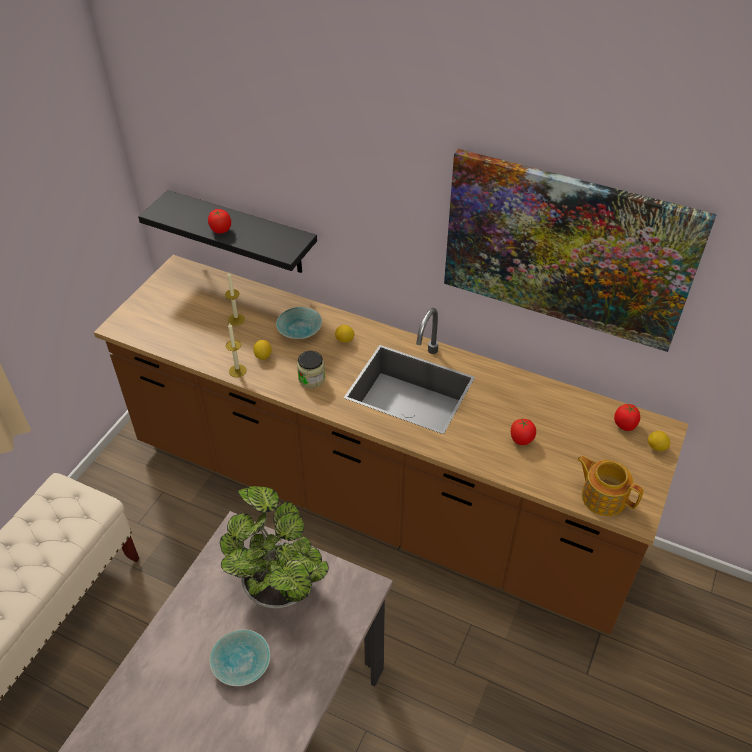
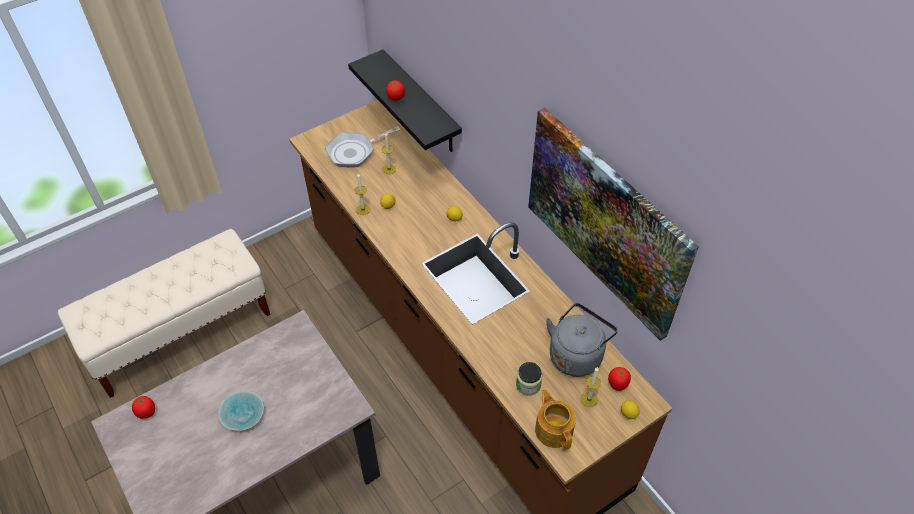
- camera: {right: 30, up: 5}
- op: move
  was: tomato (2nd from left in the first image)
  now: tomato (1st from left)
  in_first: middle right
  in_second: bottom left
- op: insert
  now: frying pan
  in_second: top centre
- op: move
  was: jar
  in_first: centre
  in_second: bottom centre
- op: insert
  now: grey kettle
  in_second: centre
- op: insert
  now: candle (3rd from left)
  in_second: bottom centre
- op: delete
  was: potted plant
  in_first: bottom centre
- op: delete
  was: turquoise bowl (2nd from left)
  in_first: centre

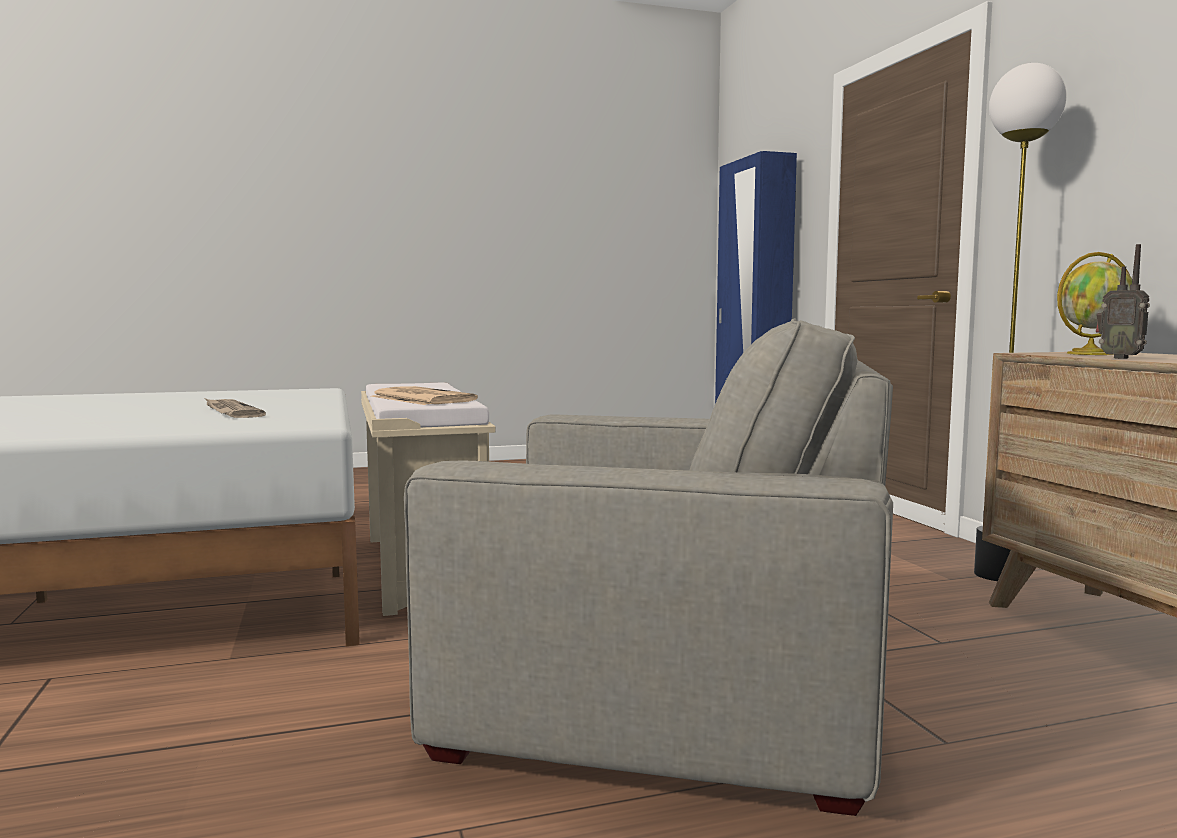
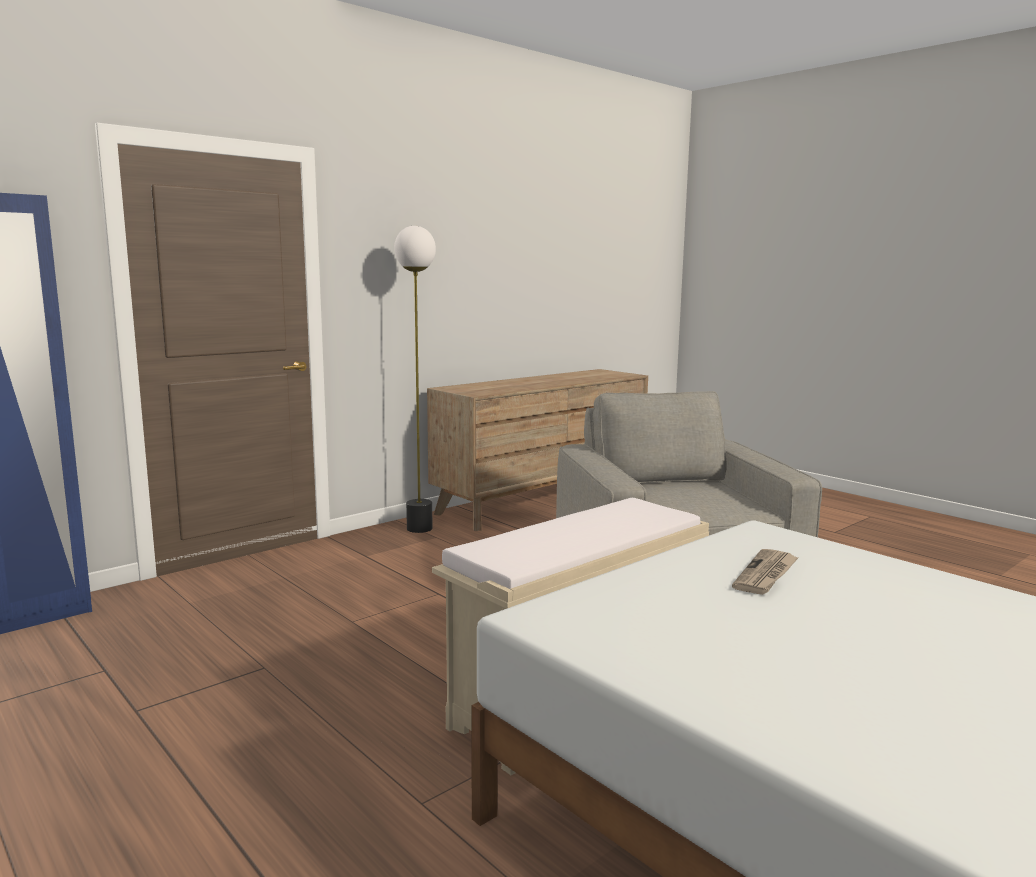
- camera: {right: -115, up: 5}
- op: delete
  was: newspaper (2nd from left)
  in_first: centre
- op: delete
  was: globe
  in_first: middle right
- op: delete
  was: radio
  in_first: middle right

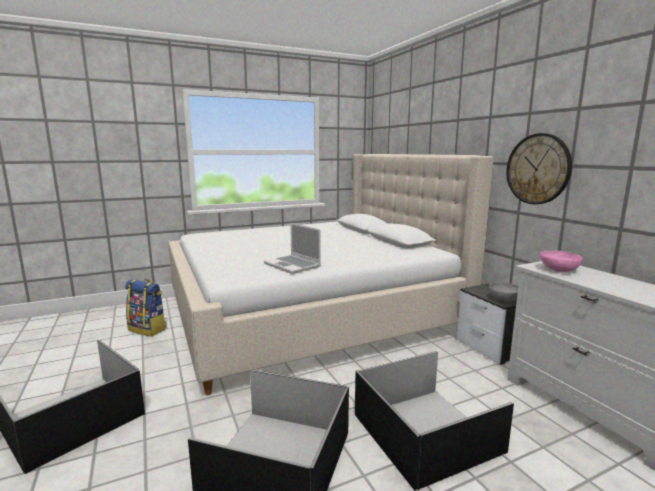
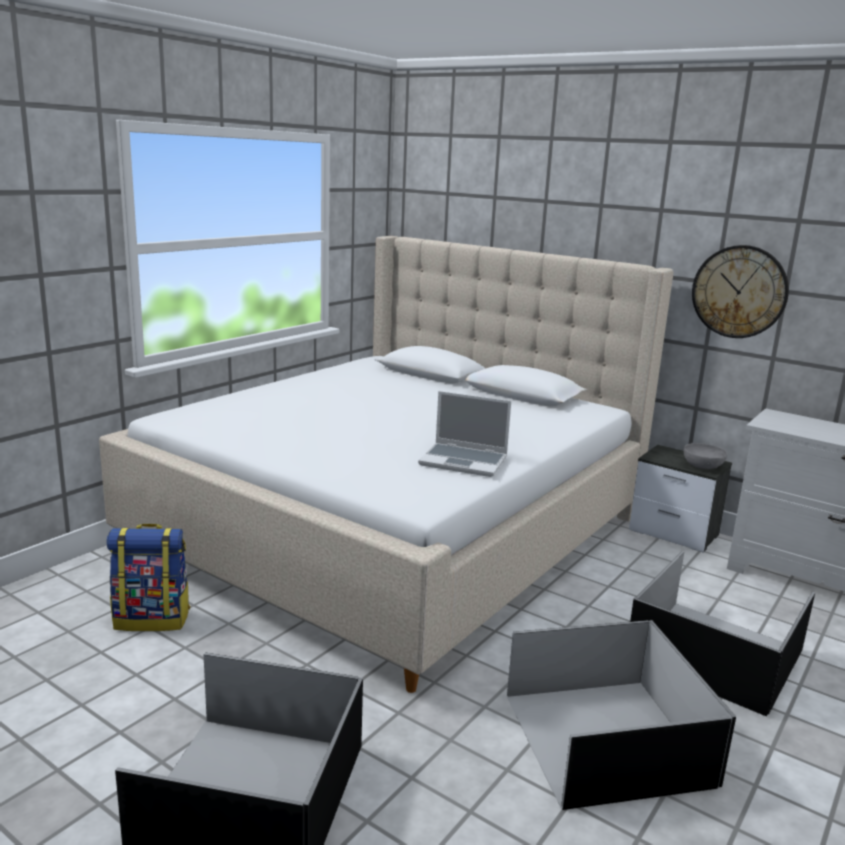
- camera: {right: -30, up: 5}
- op: delete
  was: pink bowl
  in_first: middle right

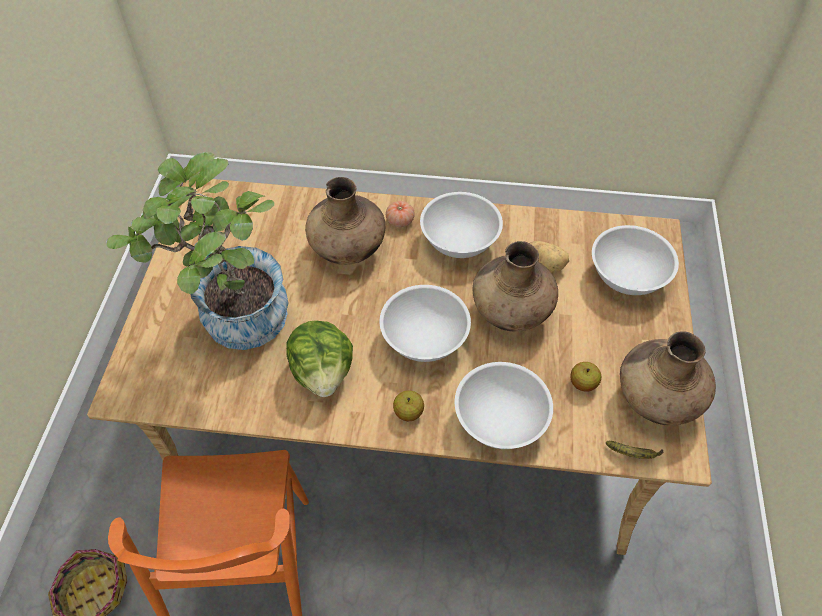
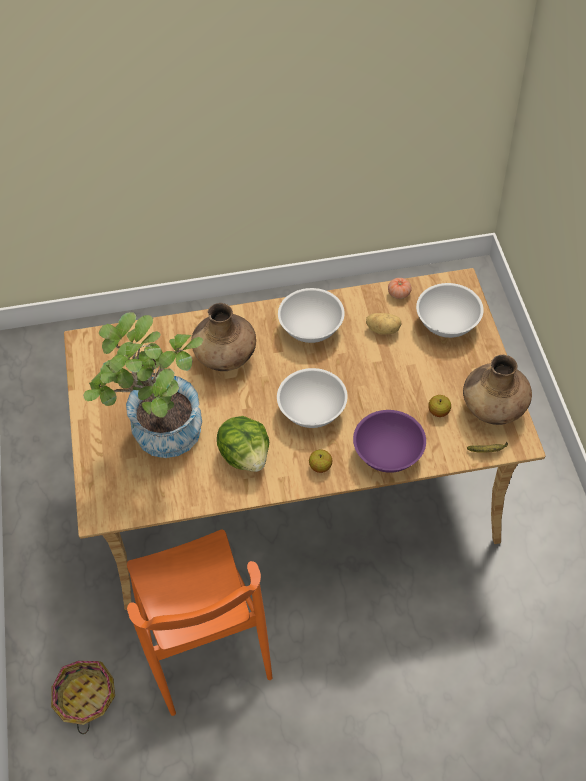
- camera: {right: -15, up: 0}
- op: recolor
  was: white bowl (3rd from left)
  now: purple bowl
  in_first: centre
  in_second: centre
- op: move
  was: tomato
  in_first: centre
  in_second: middle right
- op: delete
  was: brown vase (2nd from left)
  in_first: centre

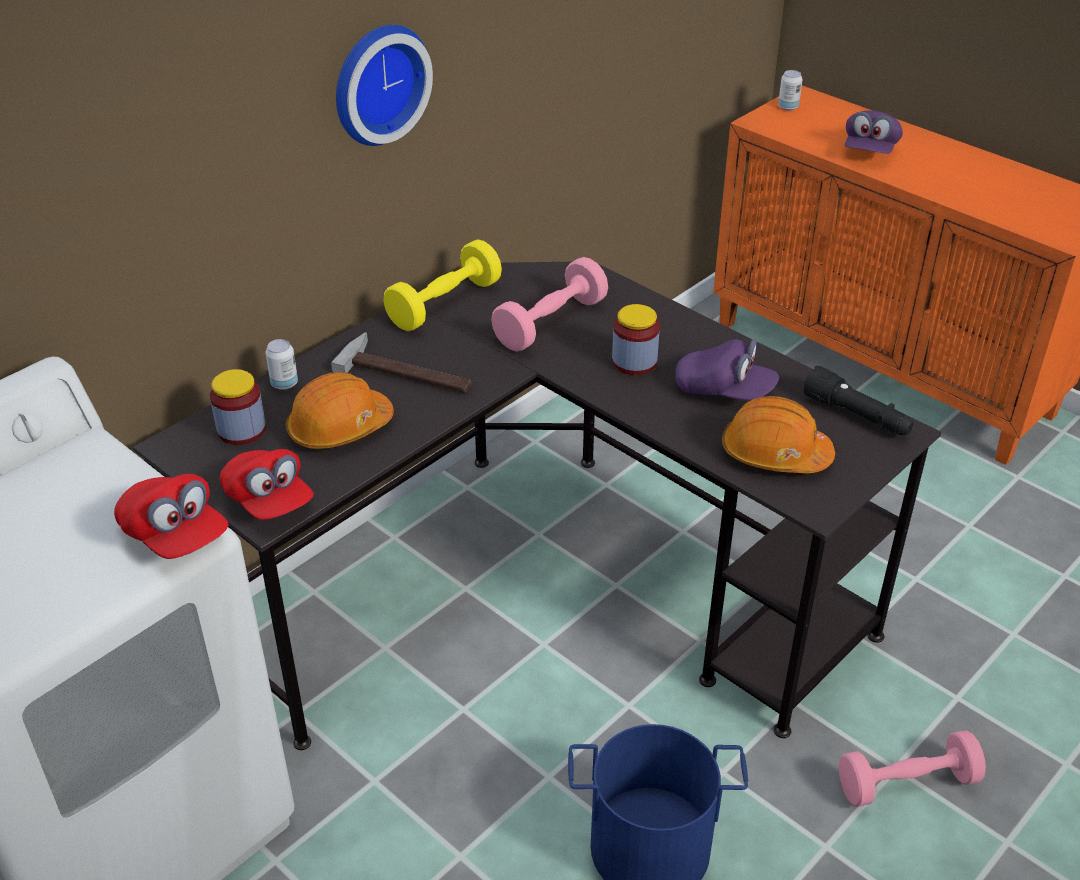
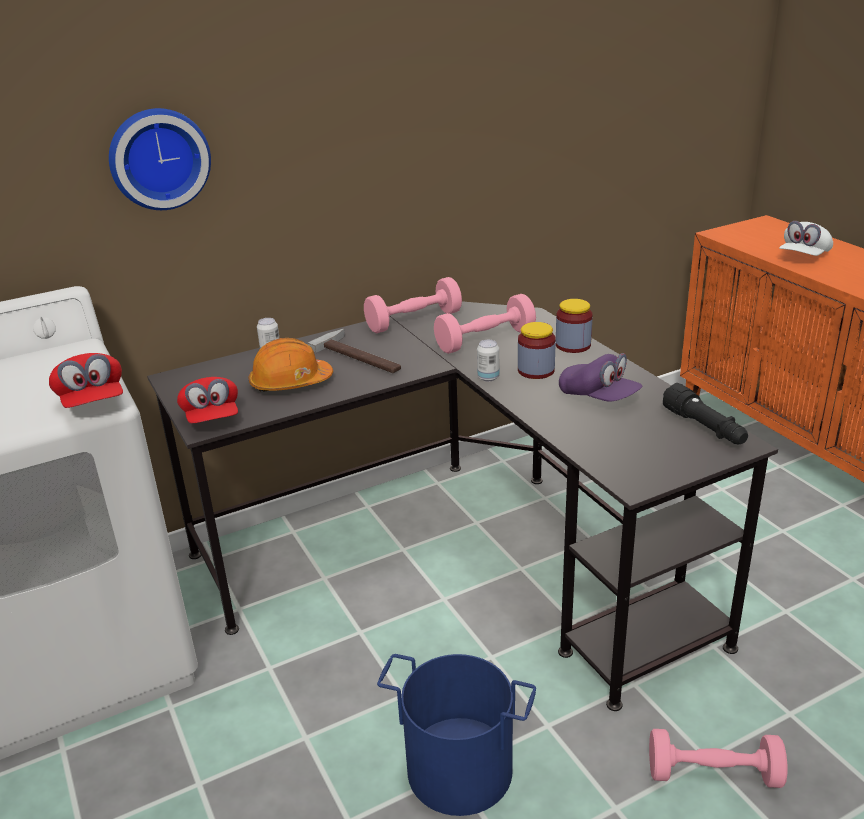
- camera: {right: 20, up: -10}
- op: move
  was: wall clock
  in_first: top centre
  in_second: top left
- op: recolor
  was: yellow dumbbell
  now: pink dumbbell (1st from left)
  in_first: top centre
  in_second: centre
- op: move
  was: can (2nd from left)
  in_first: top right
  in_second: centre
- op: move
  was: jar (1st from left in the first image)
  now: jar (2nd from left)
  in_first: middle left
  in_second: centre
- op: recolor
  was: purple cap (2nd from left)
  now: white cap
  in_first: top right
  in_second: top right
- op: delete
  was: orange hard hat (2nd from left)
  in_first: middle right

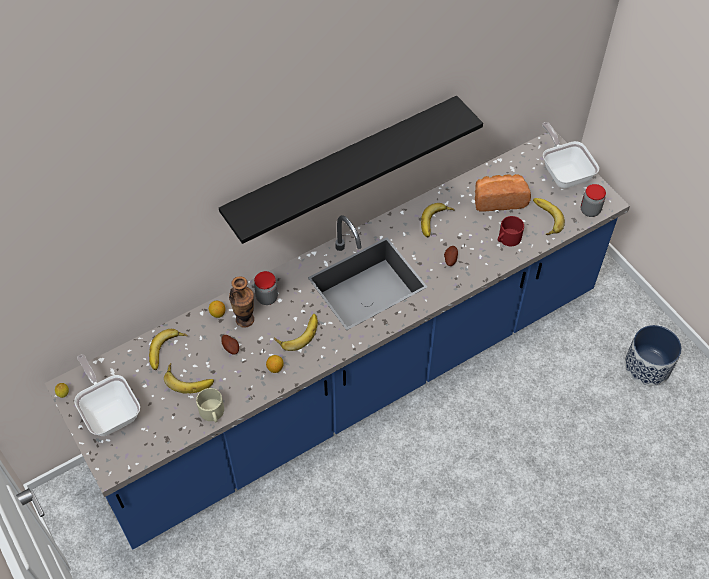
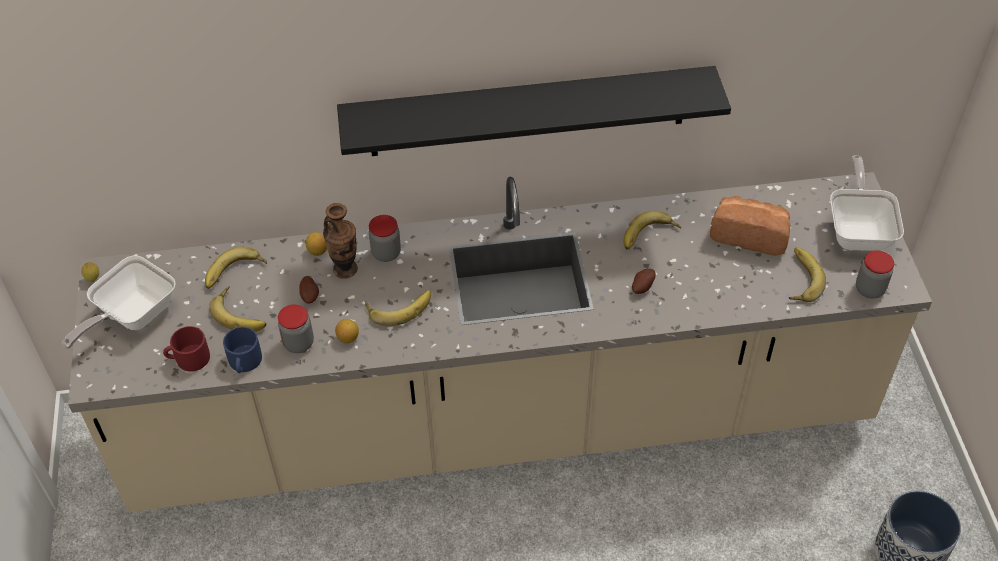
- camera: {right: 25, up: -5}
- op: rotate
  was: frying pan (1st from left)
  in_first: bottom left
  in_second: middle left
  clockwise: -135
- op: recolor
  was: blue counter
  now: beige counter
  in_first: centre
  in_second: centre
- op: move
  was: red mug
  in_first: middle right
  in_second: middle left
- op: recolor
  was: beige mug
  now: blue mug
  in_first: bottom left
  in_second: middle left
- op: insert
  now: jar (1st from left)
  in_second: middle left

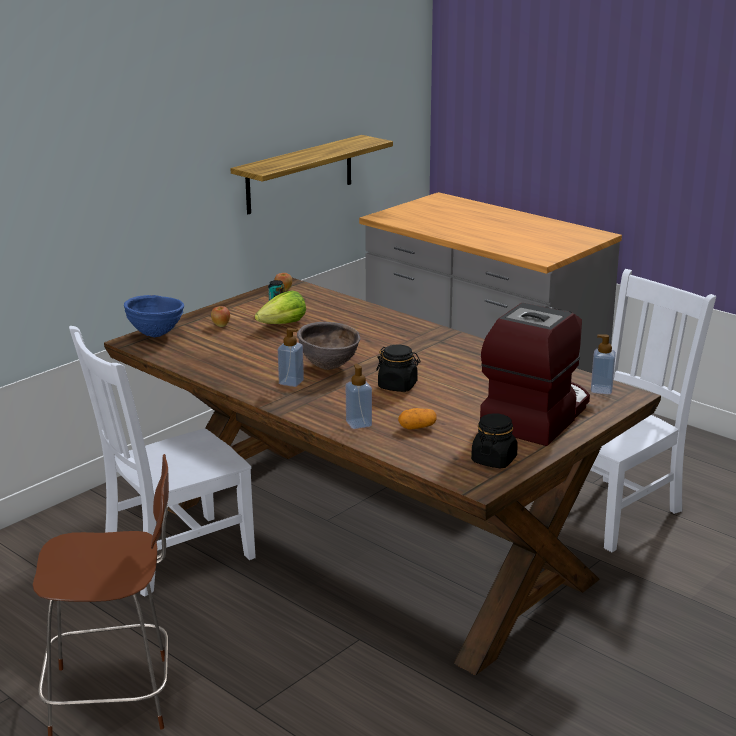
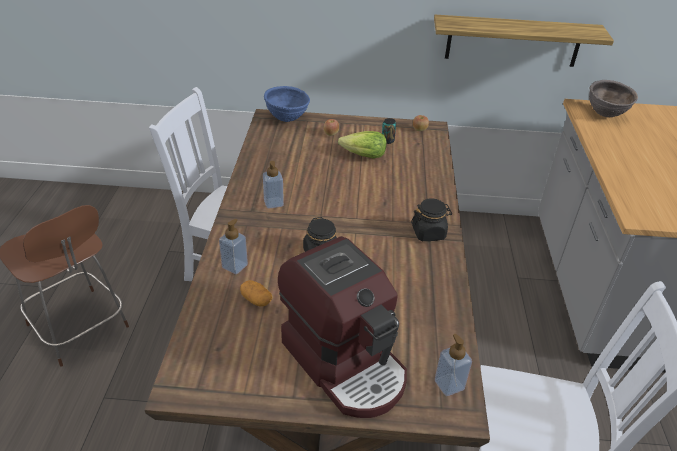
- camera: {right: 50, up: 15}
- op: rotate
  was: coffee machine
  in_first: middle right
  in_second: bottom centre
  clockwise: 60
- op: move
  was: black jar (2nd from left)
  in_first: middle right
  in_second: centre
- op: move
  was: brown bowl
  in_first: centre
  in_second: top right

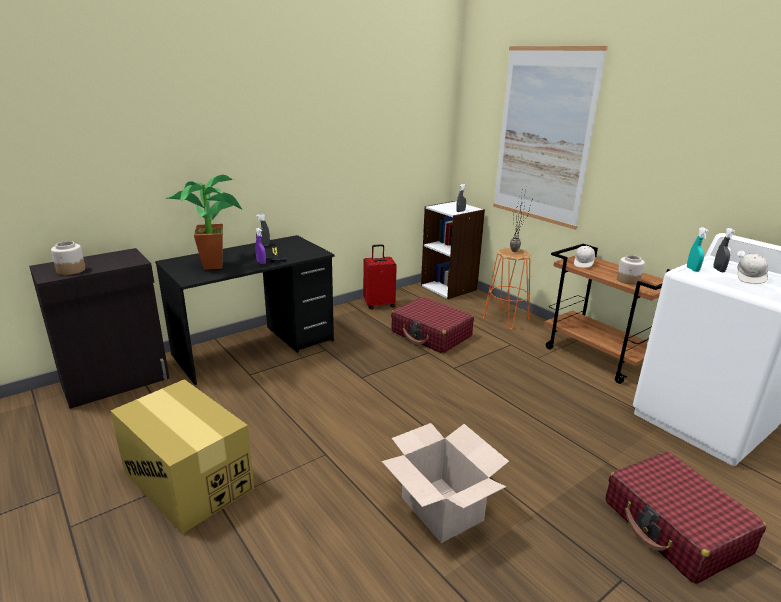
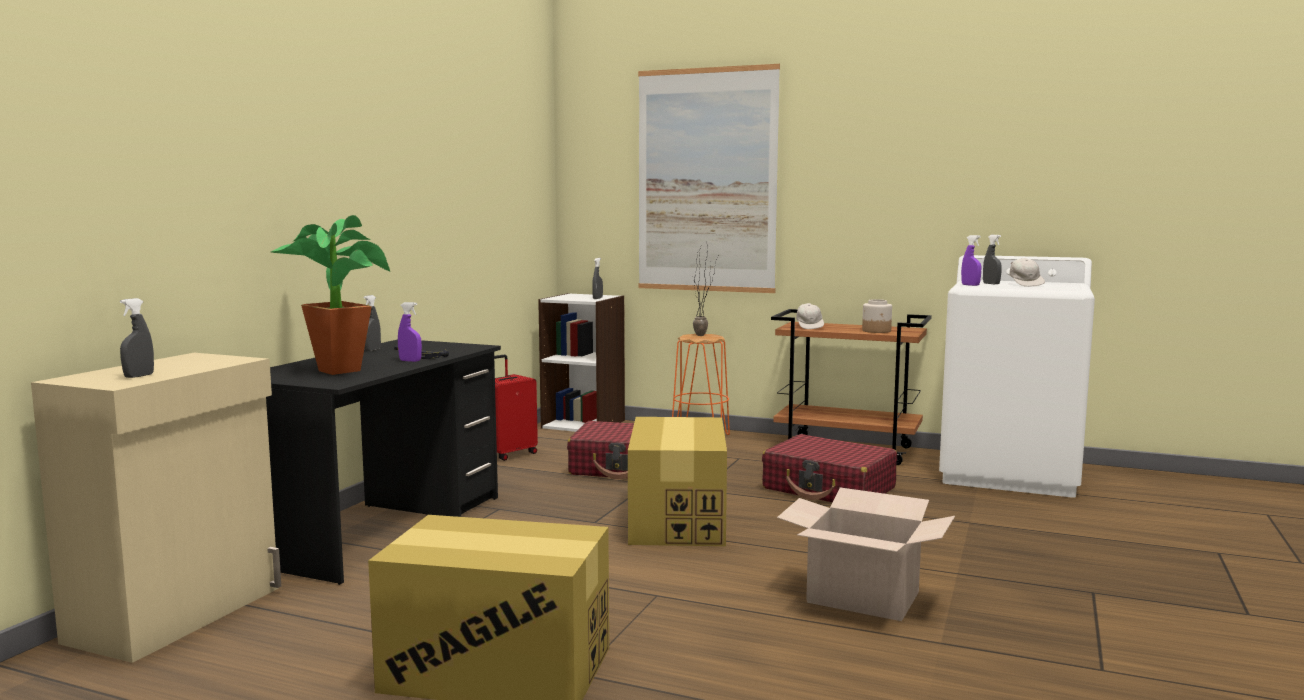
- camera: {right: -30, up: -15}
- op: recolor
  was: black cabinet
  now: beige cabinet
  in_first: middle left
  in_second: bottom left
- op: replace
  was: jar (1st from left)
  now: grey spray bottle (1st from left)
  in_first: middle left
  in_second: middle left
- op: insert
  now: cardboard box (2nd from left)
  in_second: bottom centre
- op: move
  was: red suitcase (3rd from left)
  in_first: bottom right
  in_second: bottom centre
- op: recolor
  was: turquoise spray bottle
  now: purple spray bottle (2nd from left)
  in_first: middle right
  in_second: middle right

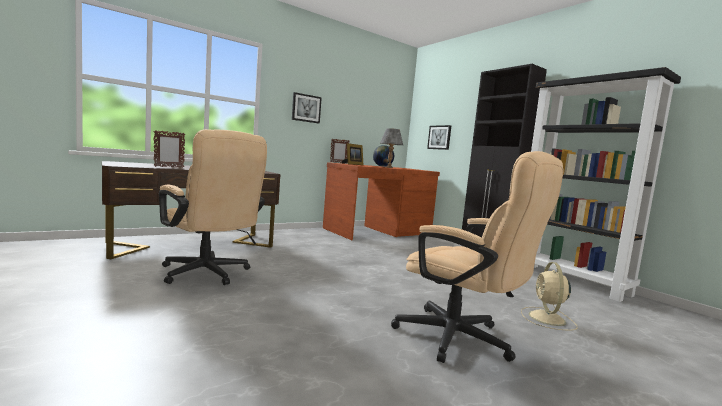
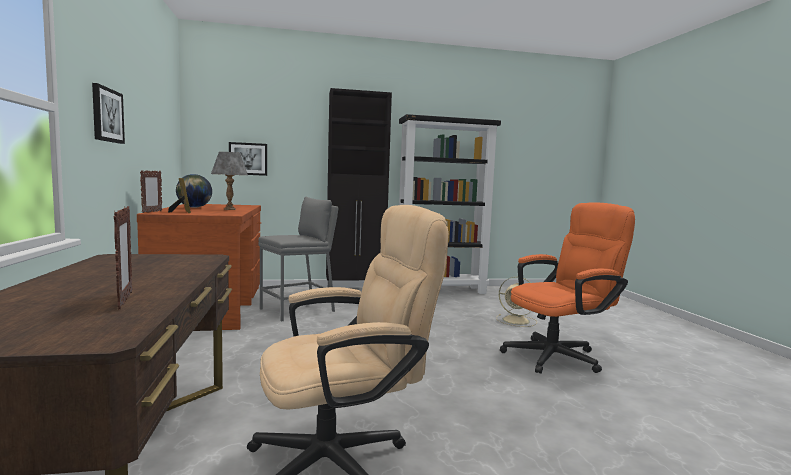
- camera: {right: -65, up: 0}
- op: insert
  now: grey stool
  in_second: centre
- op: recolor
  was: beige office chair (2nd from left)
  now: orange office chair
  in_first: centre
  in_second: middle right

